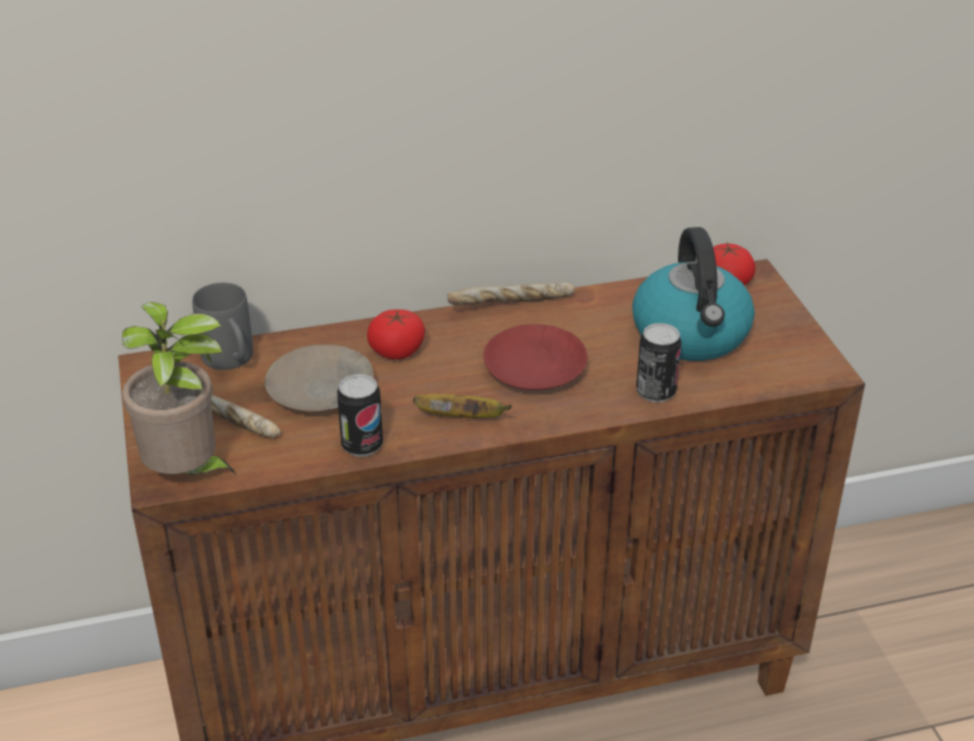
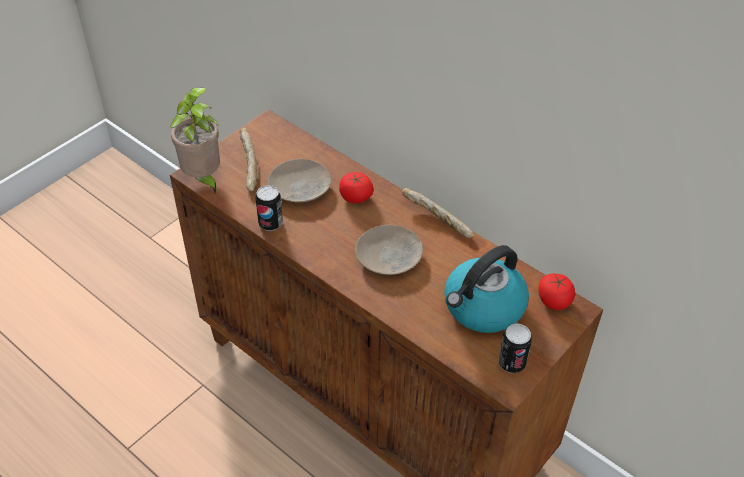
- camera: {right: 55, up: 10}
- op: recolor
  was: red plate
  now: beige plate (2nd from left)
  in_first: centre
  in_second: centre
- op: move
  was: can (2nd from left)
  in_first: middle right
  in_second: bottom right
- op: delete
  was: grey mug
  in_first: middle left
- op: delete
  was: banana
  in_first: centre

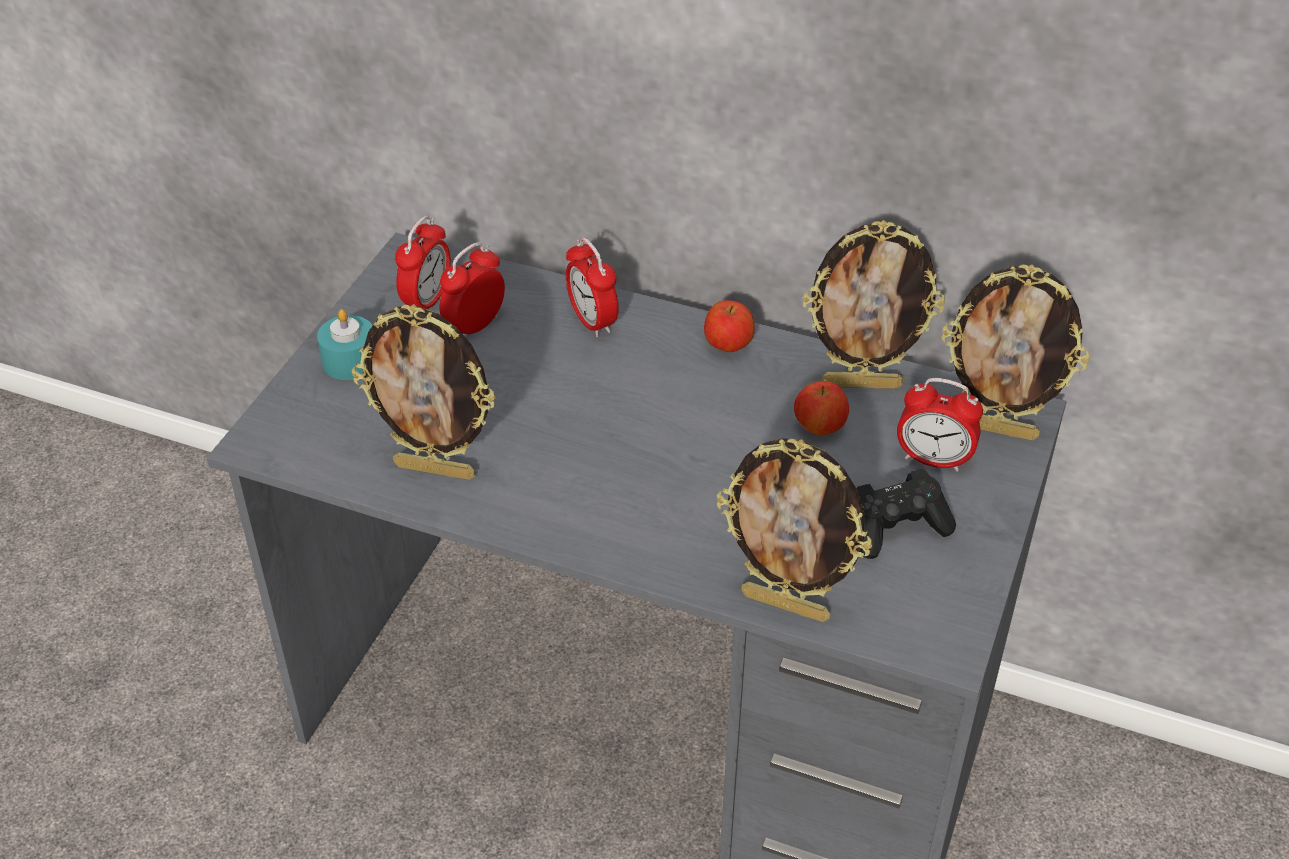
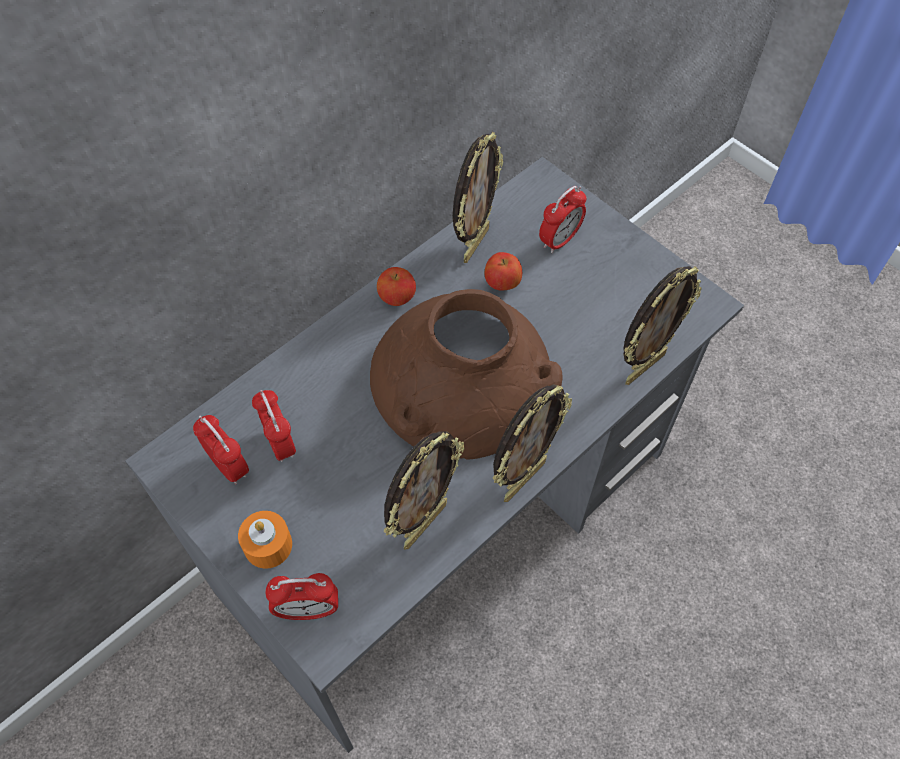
- camera: {right: -65, up: 15}
- op: recolor
  was: turquoise candle
  now: orange candle
  in_first: middle left
  in_second: bottom left
- op: move
  was: alarm clock (3rd from left)
  in_first: centre
  in_second: bottom centre
- op: insert
  now: brown vase
  in_second: centre
- op: move
  was: picture frame (4th from left in the first image)
  now: picture frame (3rd from left)
  in_first: middle right
  in_second: centre
- op: delete
  was: black game controller
  in_first: middle right

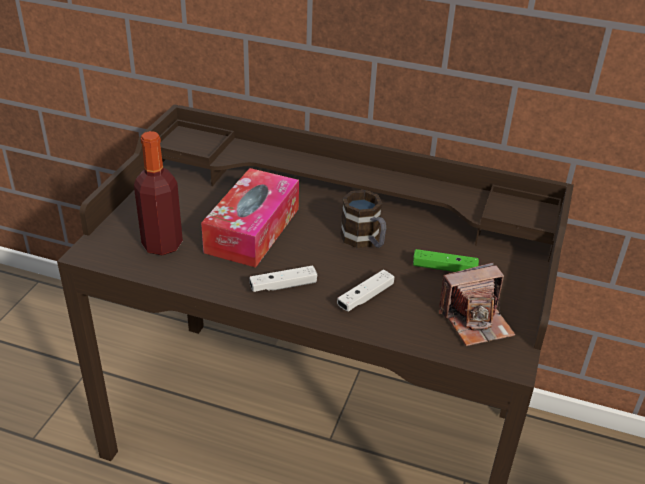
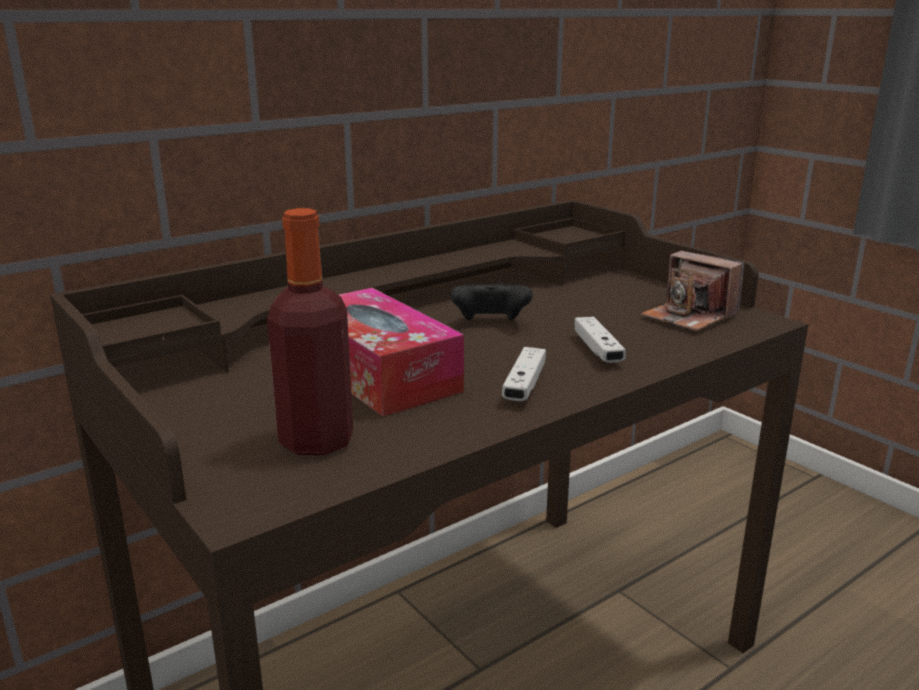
- camera: {right: -55, up: -15}
- op: replace
  was: mug
  now: black game controller
  in_first: centre
  in_second: centre
- op: rotate
  was: photo camera
  in_first: middle right
  in_second: middle right
  clockwise: 120
- op: delete
  was: green game controller
  in_first: middle right

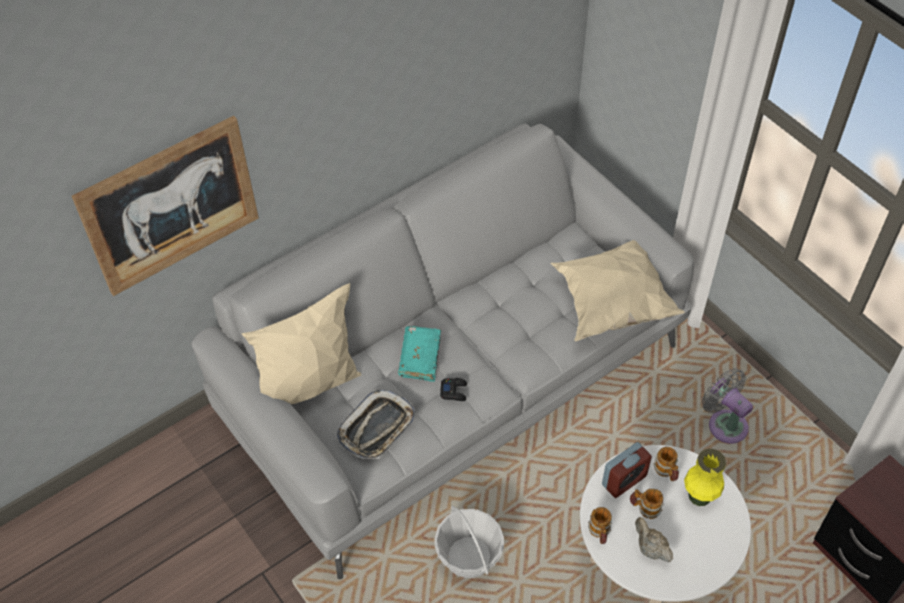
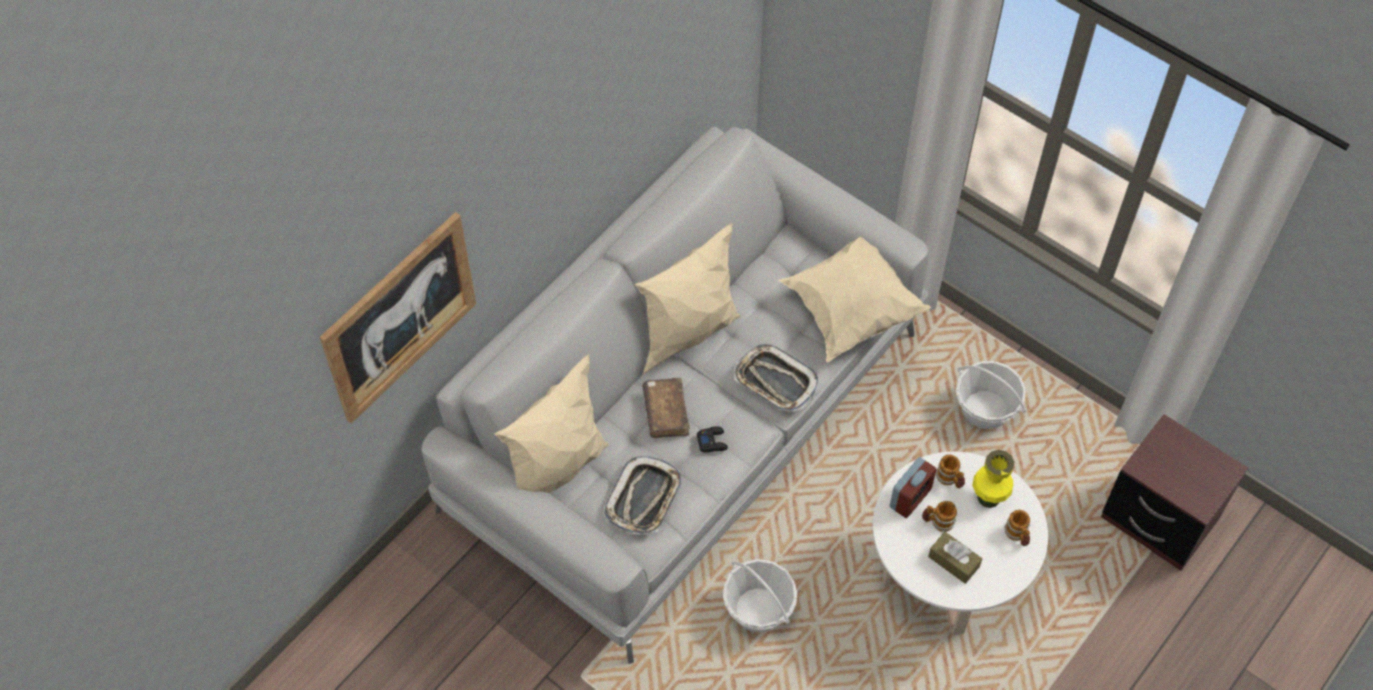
- camera: {right: -15, up: 5}
- op: insert
  now: beige pillow (2nd from left)
  in_second: centre
- op: recolor
  was: turquoise book
  now: brown book
  in_first: centre
  in_second: centre
- op: insert
  now: tray (2nd from left)
  in_second: centre
- op: replace
  was: beige teapot
  now: brown tissue box
  in_first: bottom right
  in_second: bottom right
- op: replace
  was: grey fan
  now: basket (2nd from left)
  in_first: bottom right
  in_second: middle right
- op: move
  was: mug (1st from left in the first image)
  now: mug (3rd from left)
  in_first: bottom centre
  in_second: bottom right

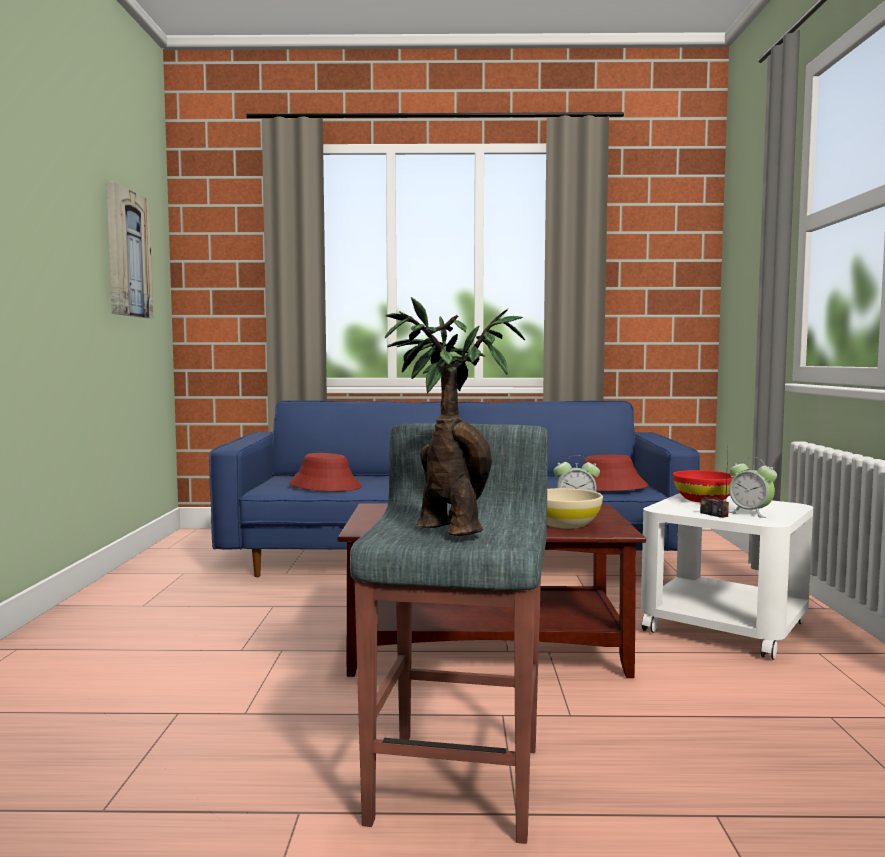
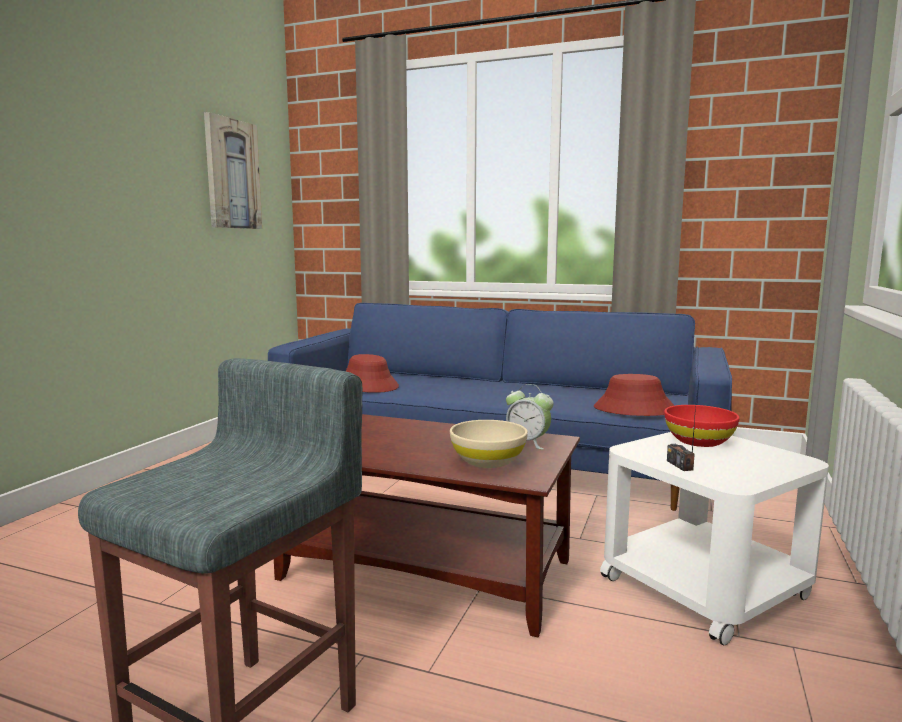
- camera: {right: 20, up: 5}
- op: delete
  was: potted plant
  in_first: centre
- op: delete
  was: alarm clock (2nd from left)
  in_first: middle right

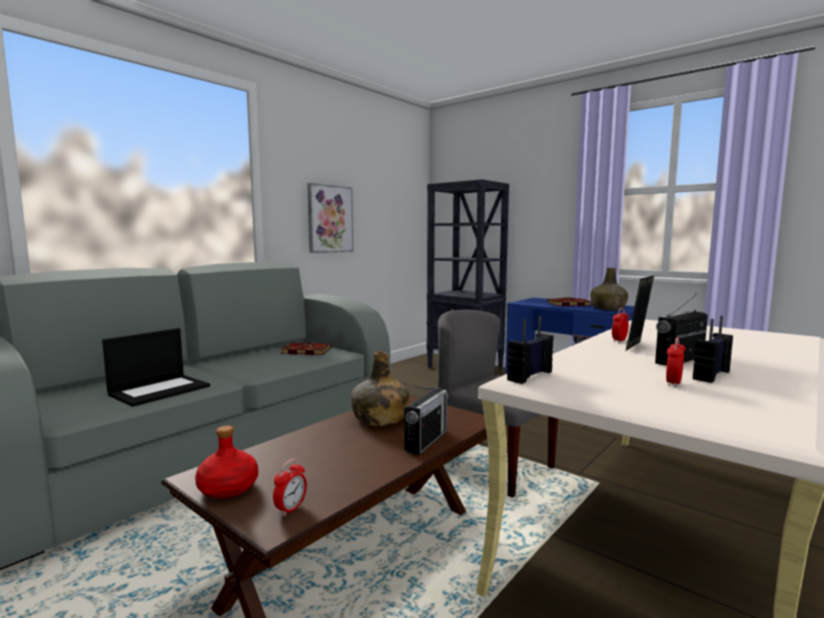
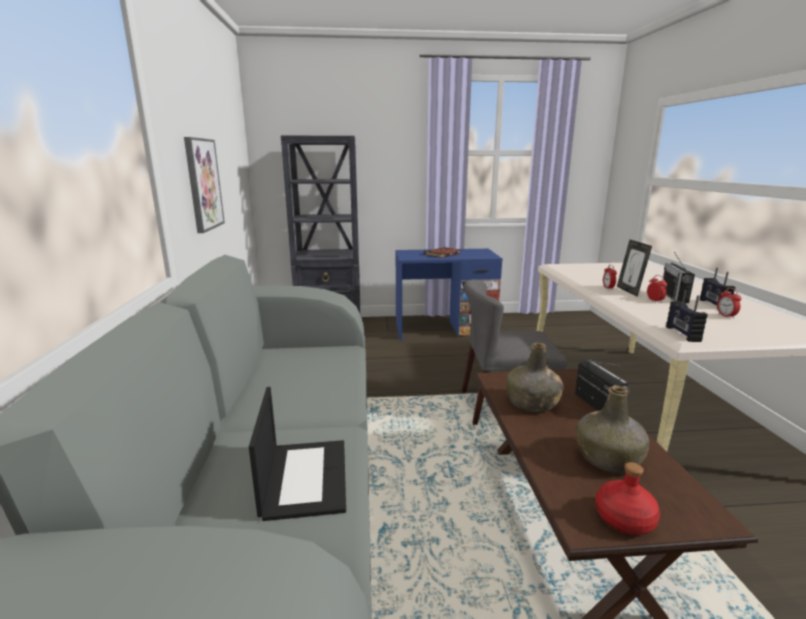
- camera: {right: -45, up: 10}
- op: move
  was: green bottle (2nd from left)
  in_first: middle right
  in_second: bottom right
- op: move
  was: alarm clock (1st from left in the first image)
  now: alarm clock (2nd from left)
  in_first: bottom centre
  in_second: middle right
- op: delete
  was: book (1st from left)
  in_first: centre

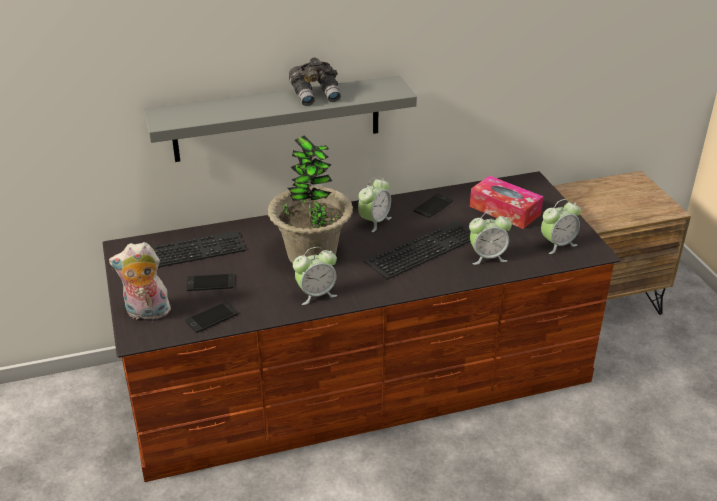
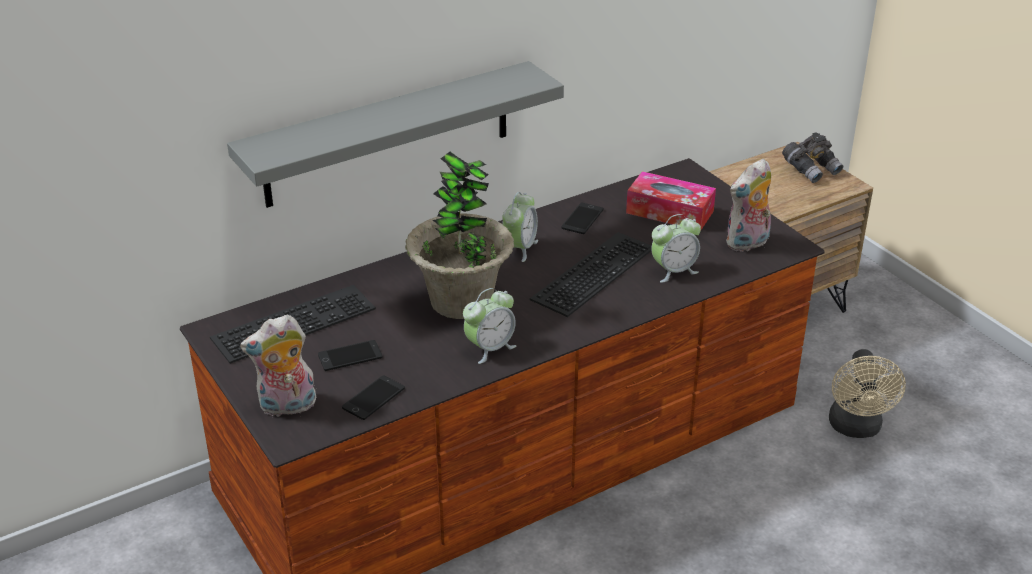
- camera: {right: -15, up: 0}
- op: replace
  was: alarm clock (4th from left)
  now: plush toy (2nd from left)
  in_first: middle right
  in_second: middle right
- op: move
  was: grey binoculars
  in_first: top centre
  in_second: top right
- op: insert
  now: beige fan
  in_second: bottom right

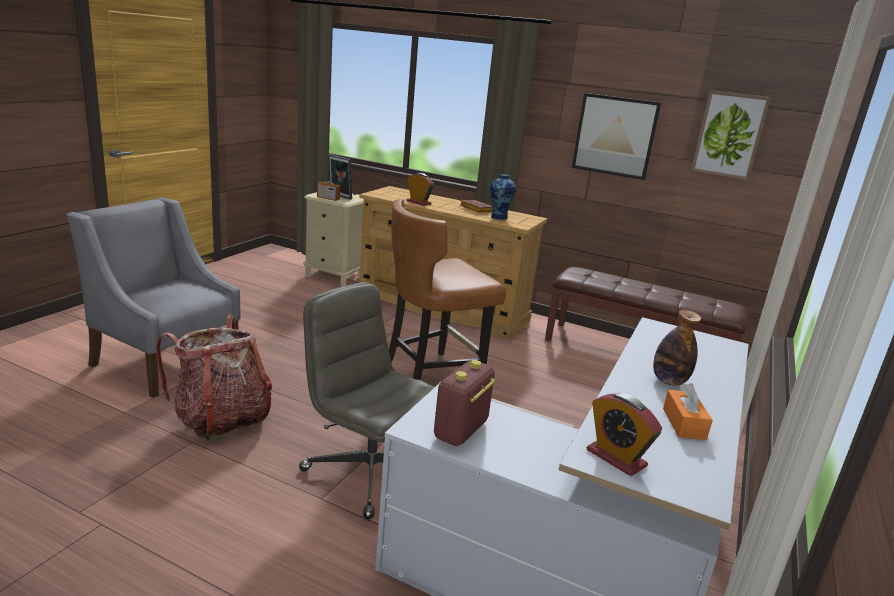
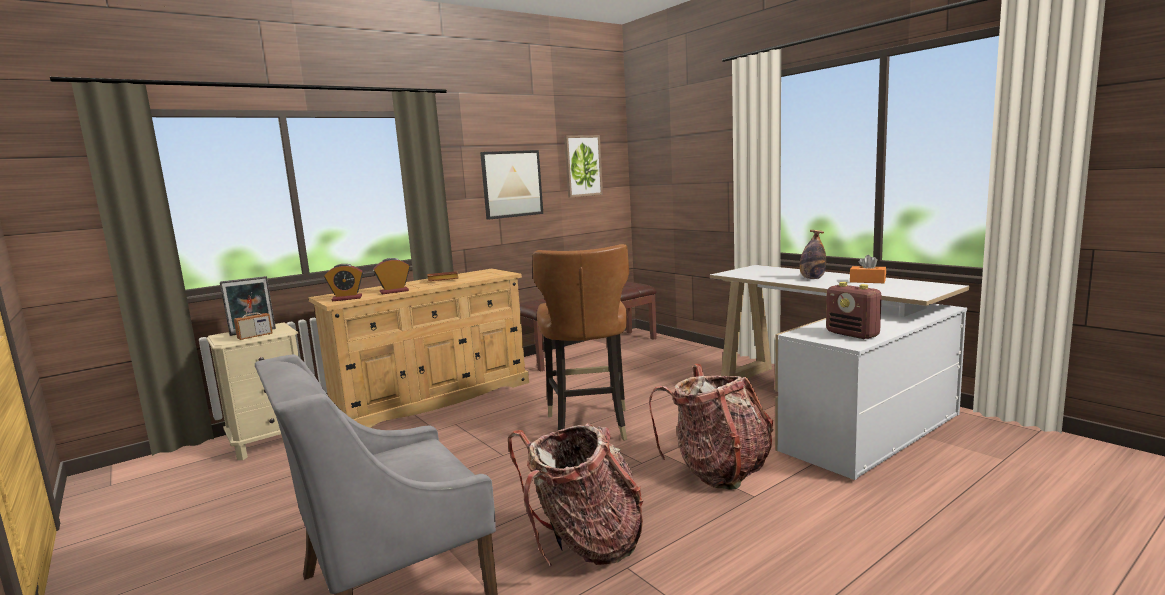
- camera: {right: -60, up: -10}
- op: move
  was: alarm clock (2nd from left in the first image)
  now: alarm clock (1st from left)
  in_first: bottom right
  in_second: middle left
- op: replace
  was: grey office chair
  now: backpack (2nd from left)
  in_first: bottom centre
  in_second: bottom centre
- op: delete
  was: vase
  in_first: top centre

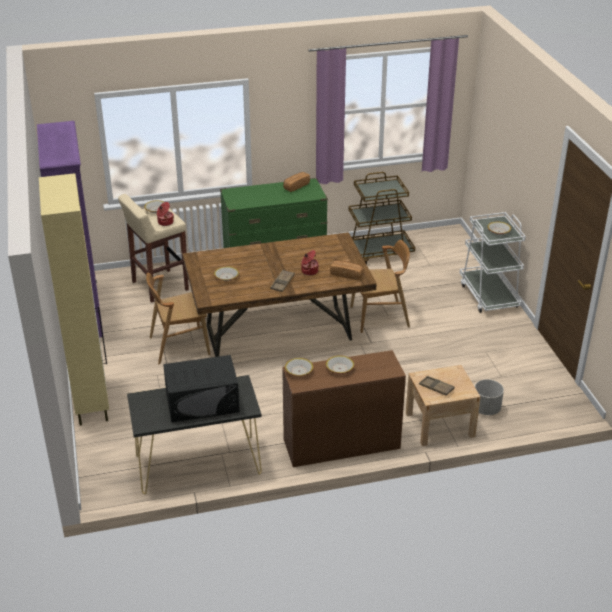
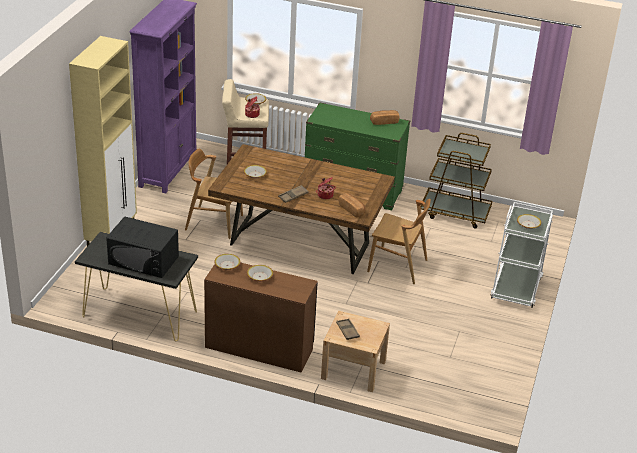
- camera: {right: 30, up: 0}
- op: delete
  was: grey planter
  in_first: middle right

